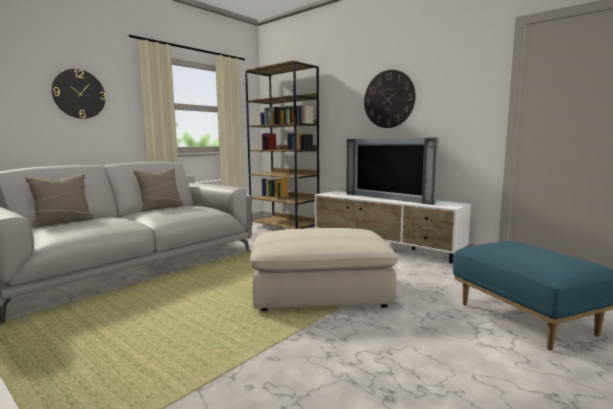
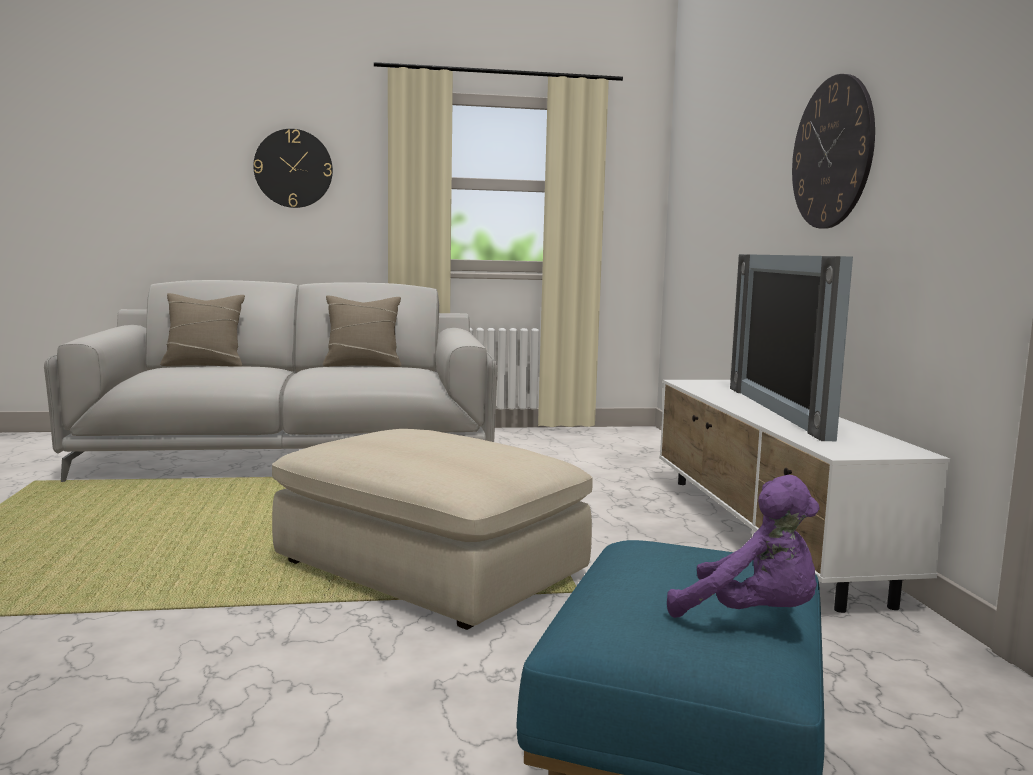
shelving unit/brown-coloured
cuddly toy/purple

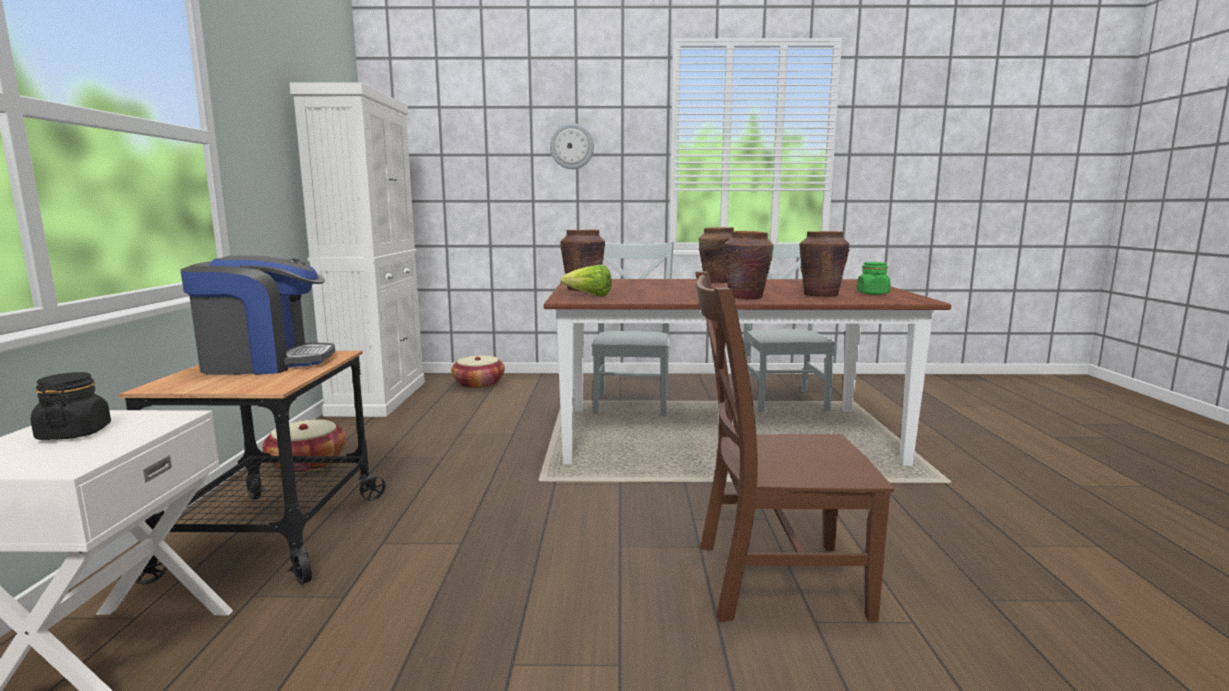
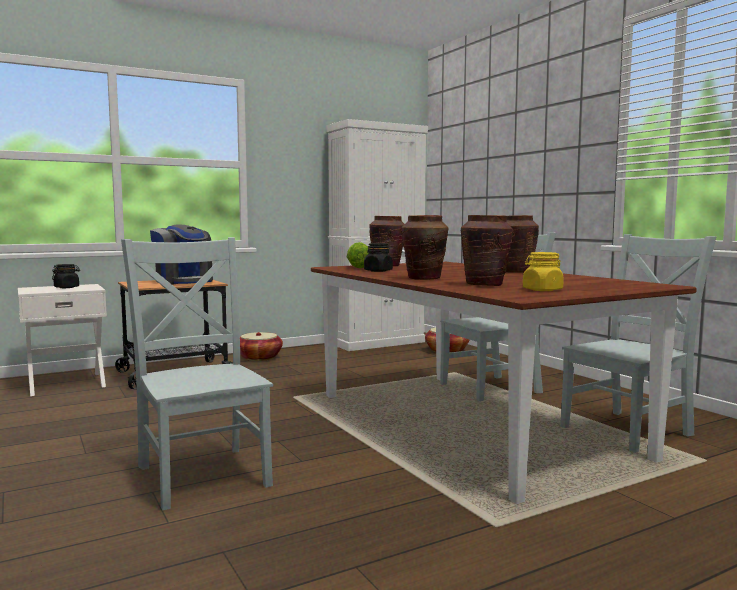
clock on the wall
storage jar/yellowish
plain chair/grey (no. 1 from left)
storage jar/black-coloured (no. 2 from left)

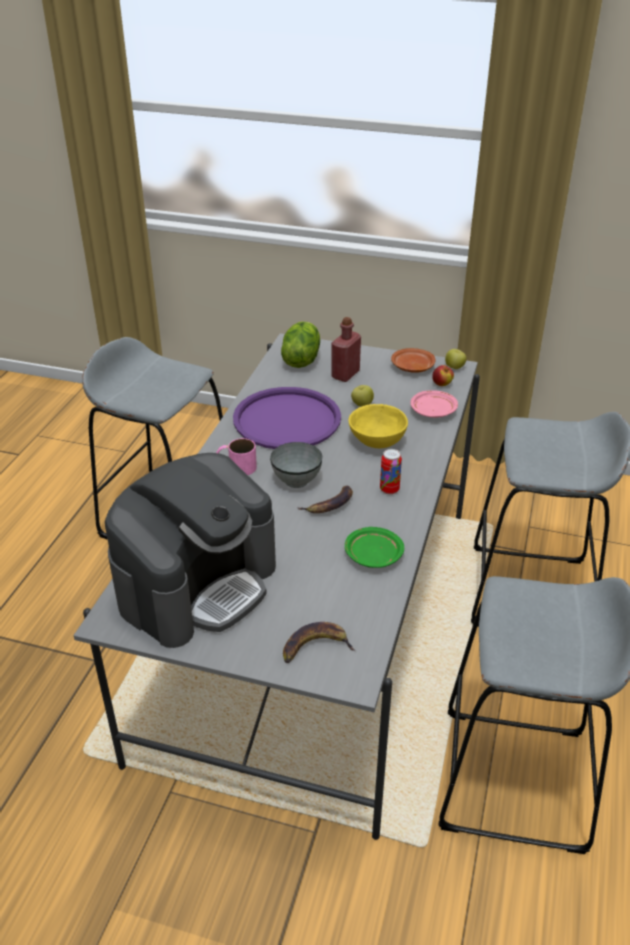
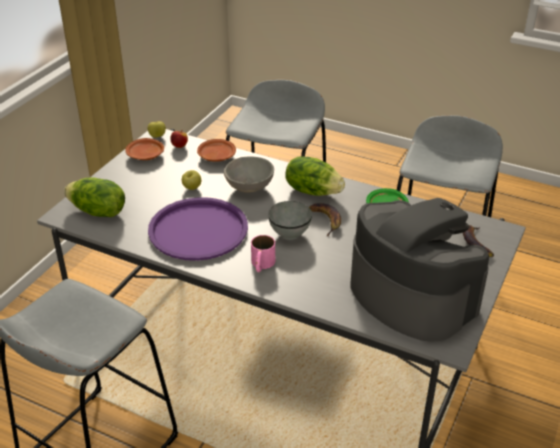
beverage bottle/red
plate/brown-coloured (no. 2 from left)
deep dish/grey (no. 1 from left)
head of lettuce (no. 2 from left)

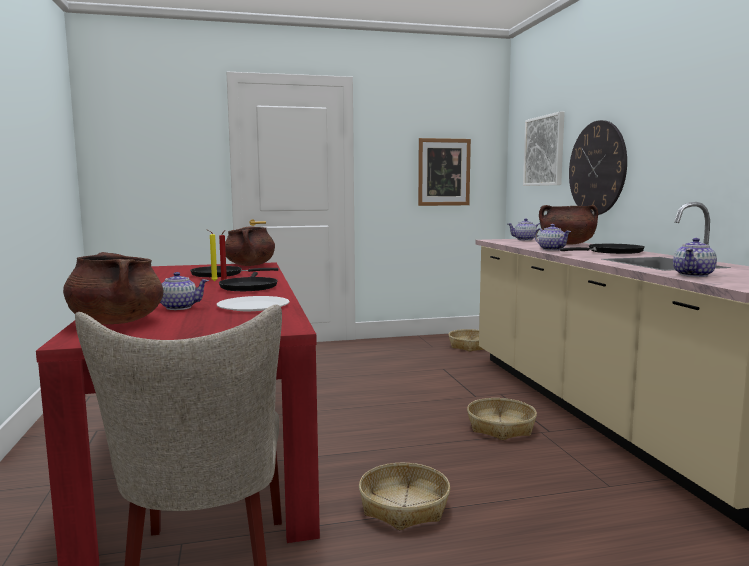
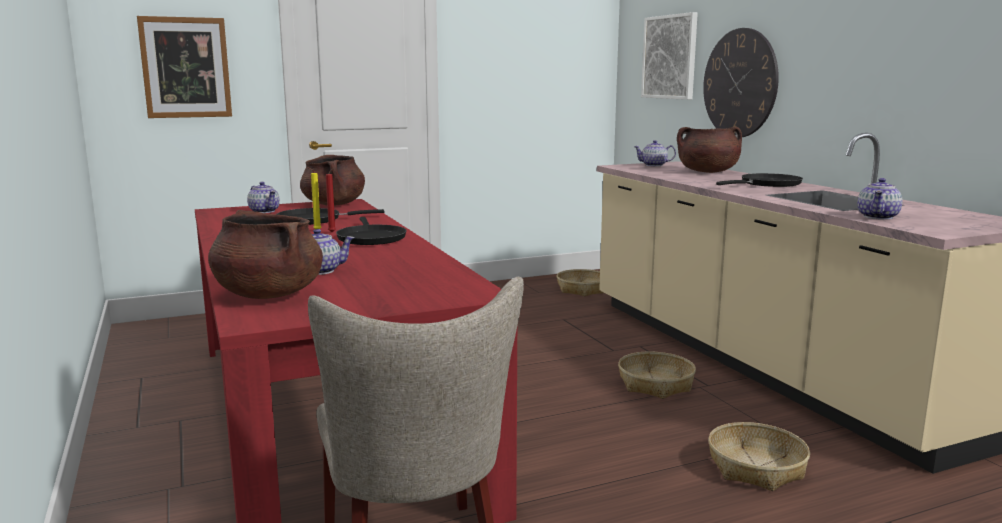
wall art (no. 1 from left)
teapot (no. 1 from left)
plate/white
storage basket (no. 3 from left)

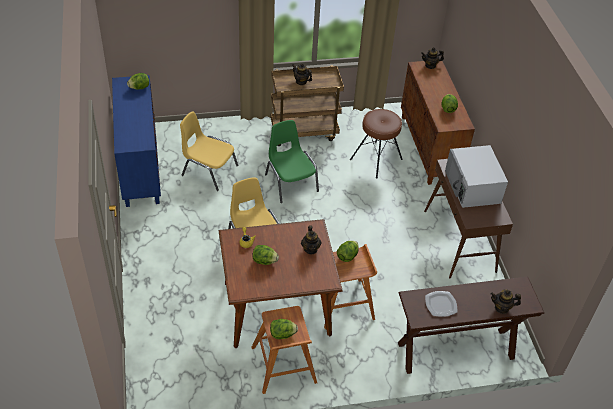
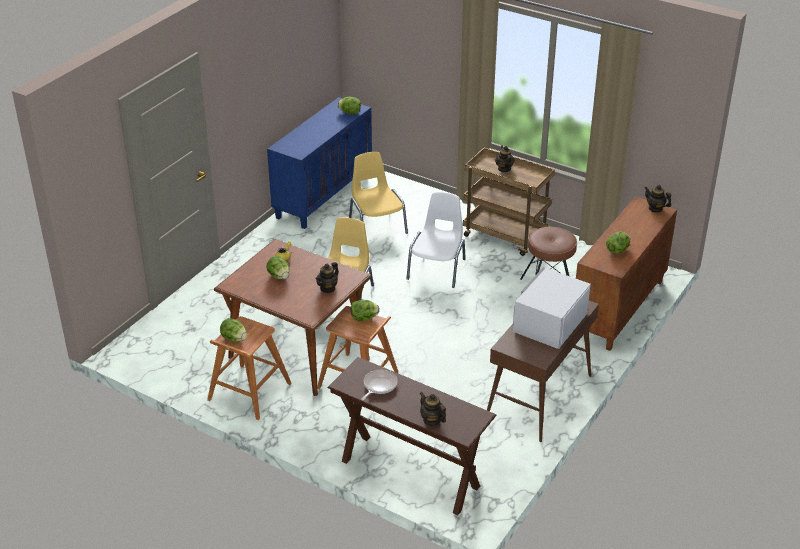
plain chair/white
skillet

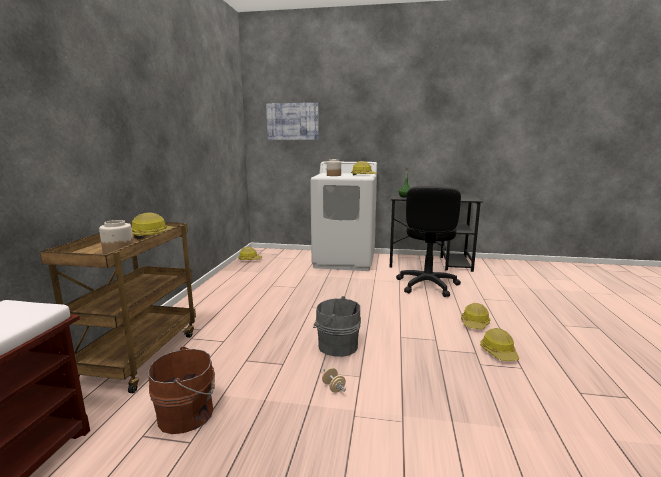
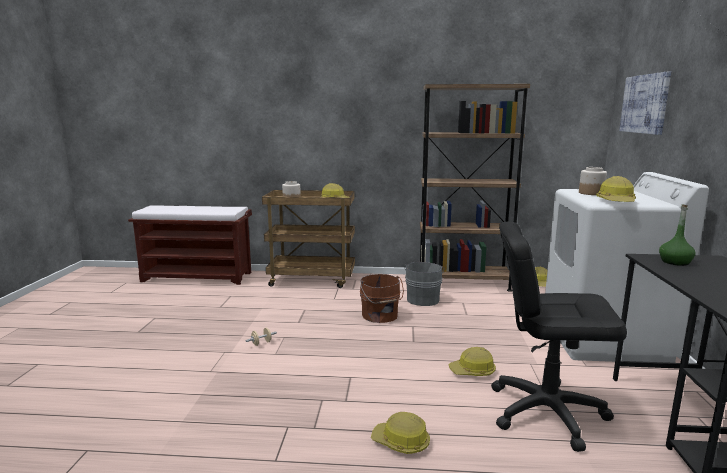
pail/grey
work helmet (no. 3 from left)
pail/brown-coloured
shelving unit/brown-coloured

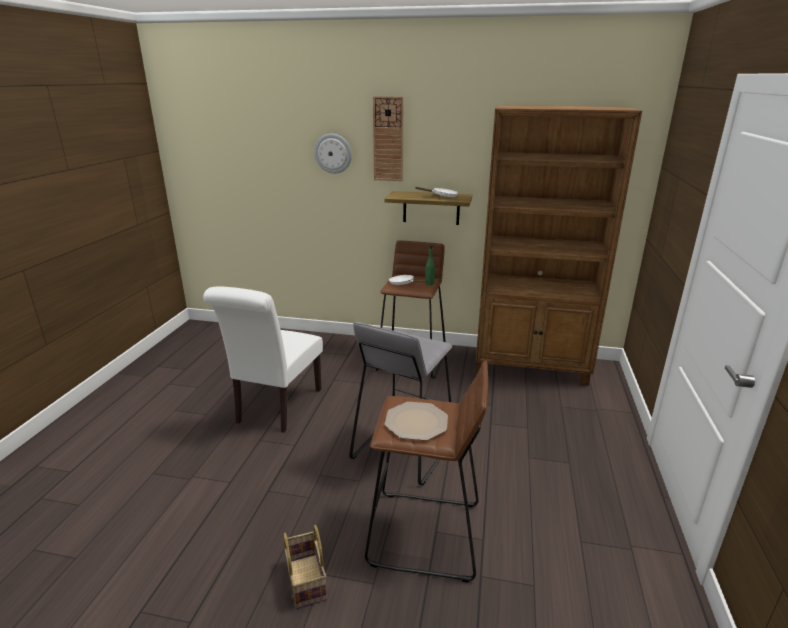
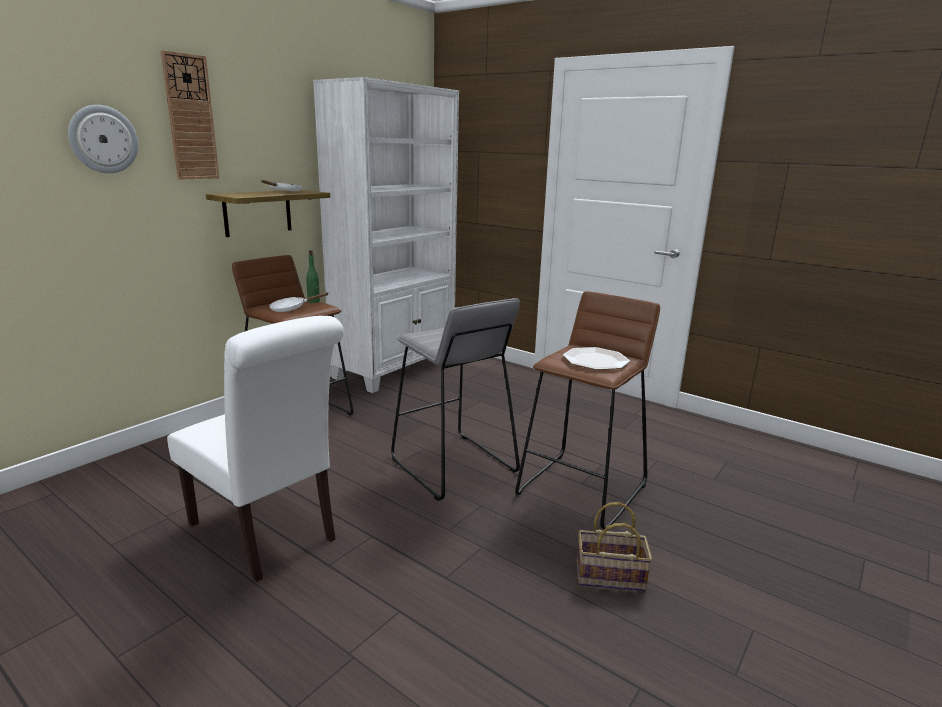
shelving unit/white

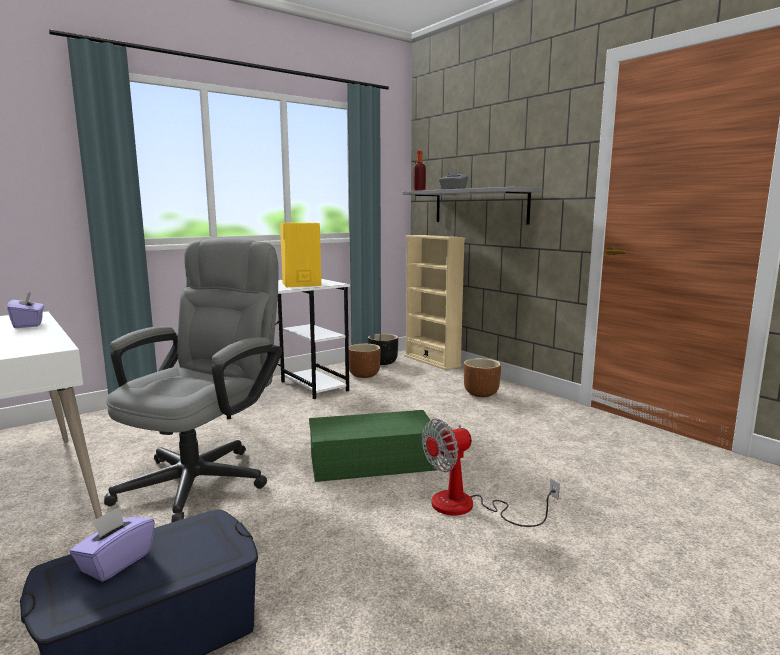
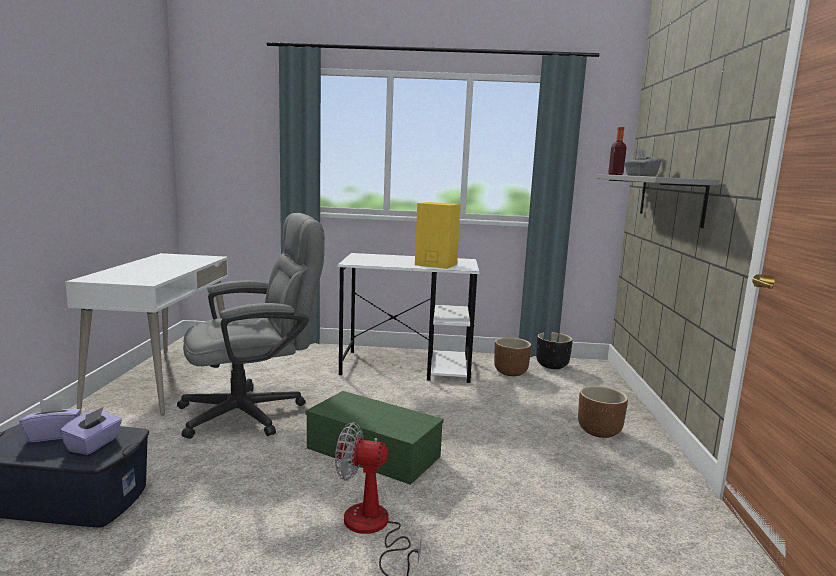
shelving unit/sand-coloured
tissue box/purple (no. 2 from left)

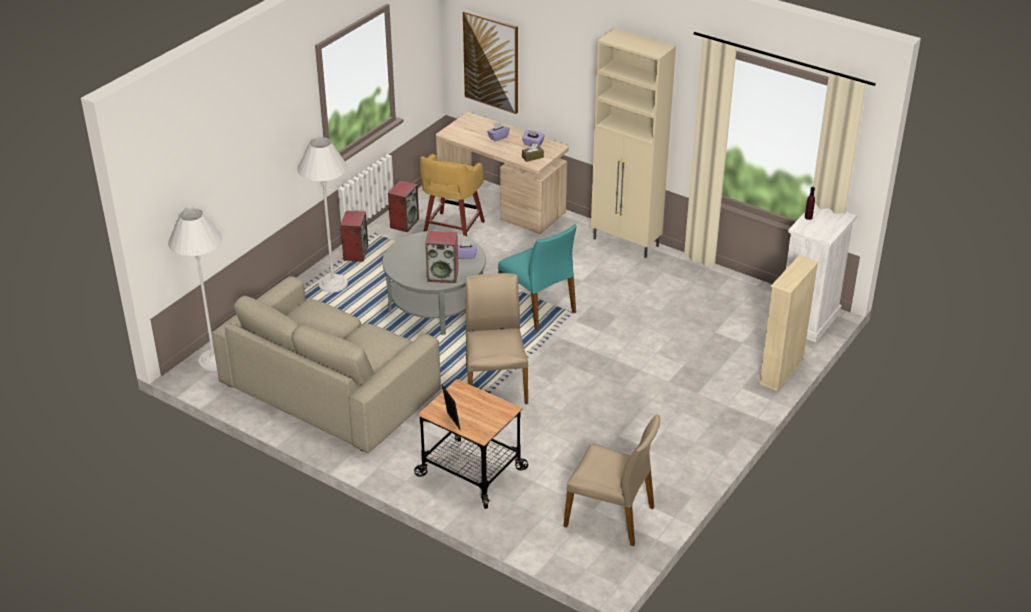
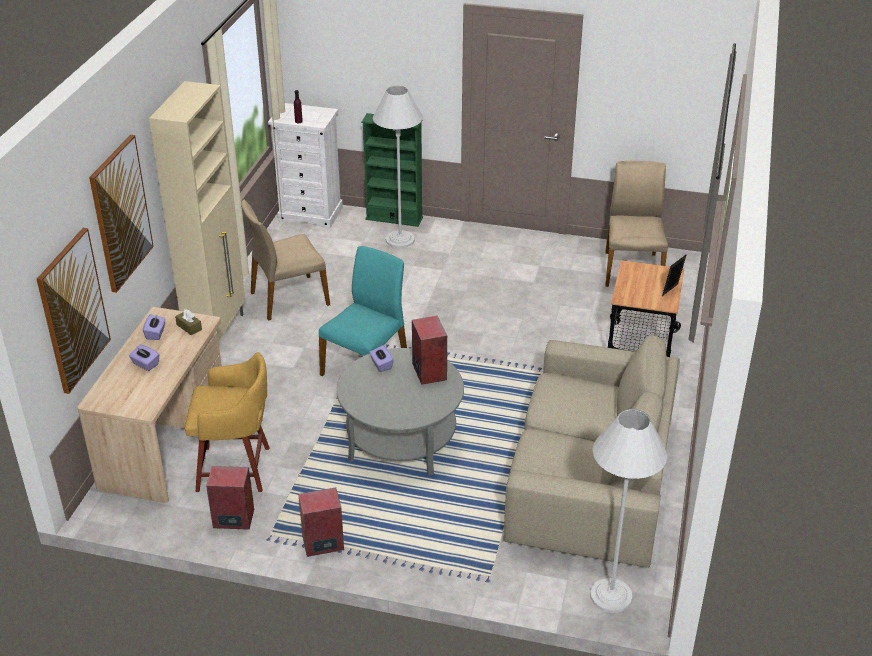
standard lamp/white (no. 1 from left)
shelving unit/green
plain chair/sand-coloured (no. 1 from left)
wall art (no. 2 from left)

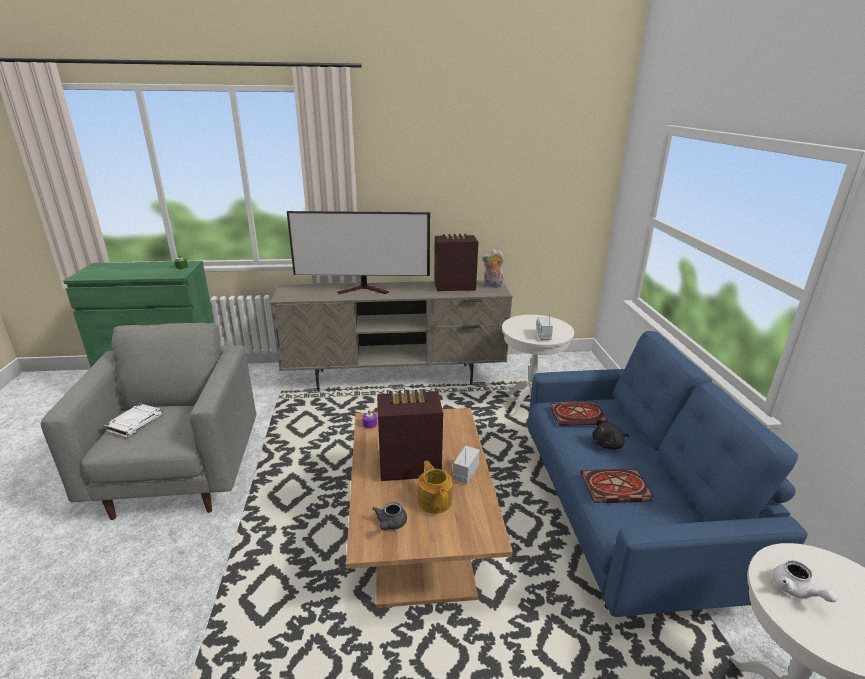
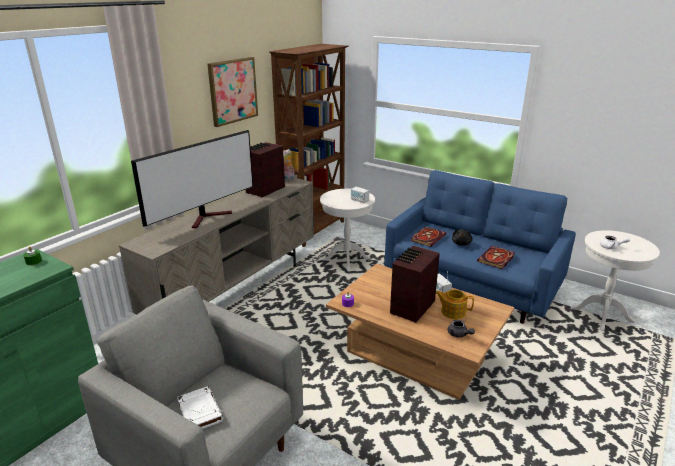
shelving unit/brown-coloured
wall art

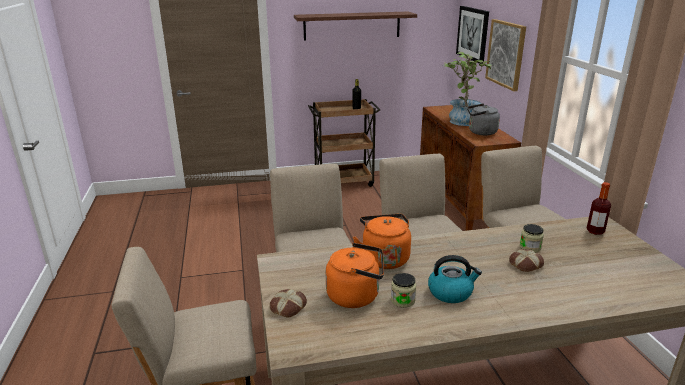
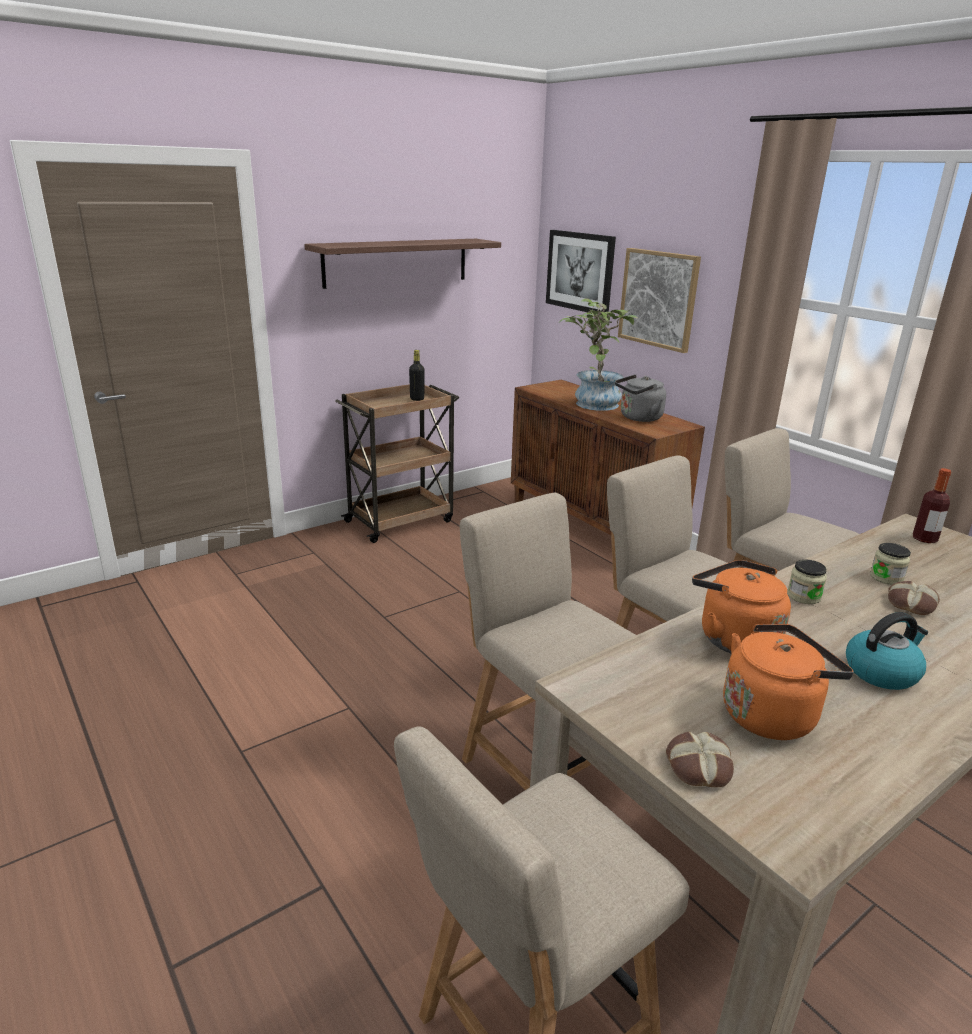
storage jar (no. 1 from left)

